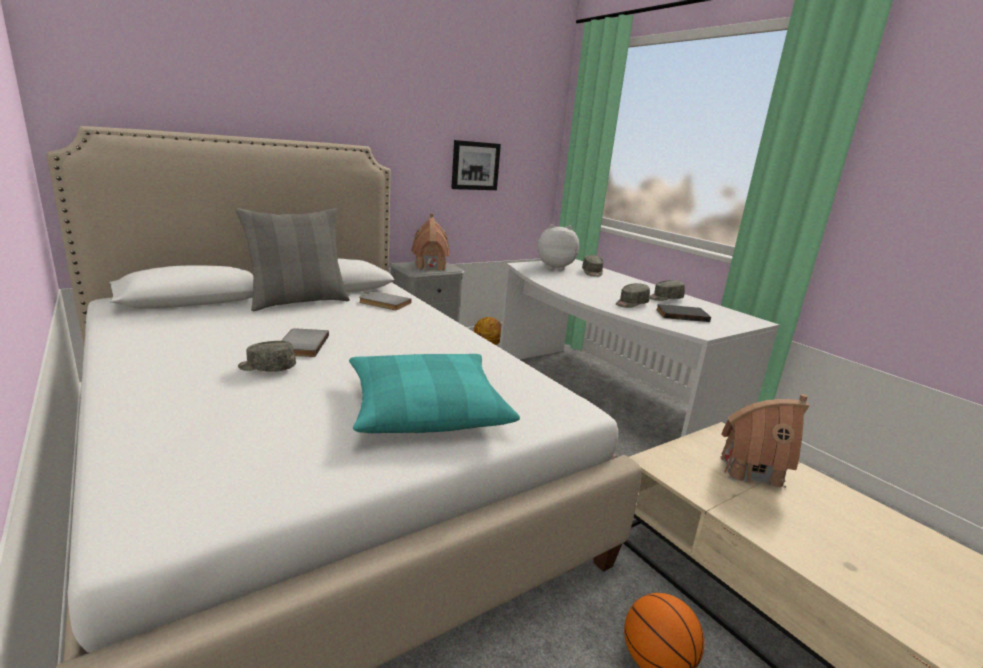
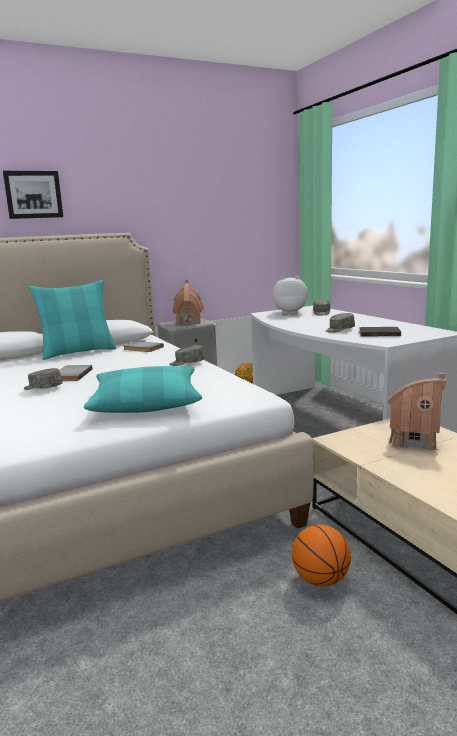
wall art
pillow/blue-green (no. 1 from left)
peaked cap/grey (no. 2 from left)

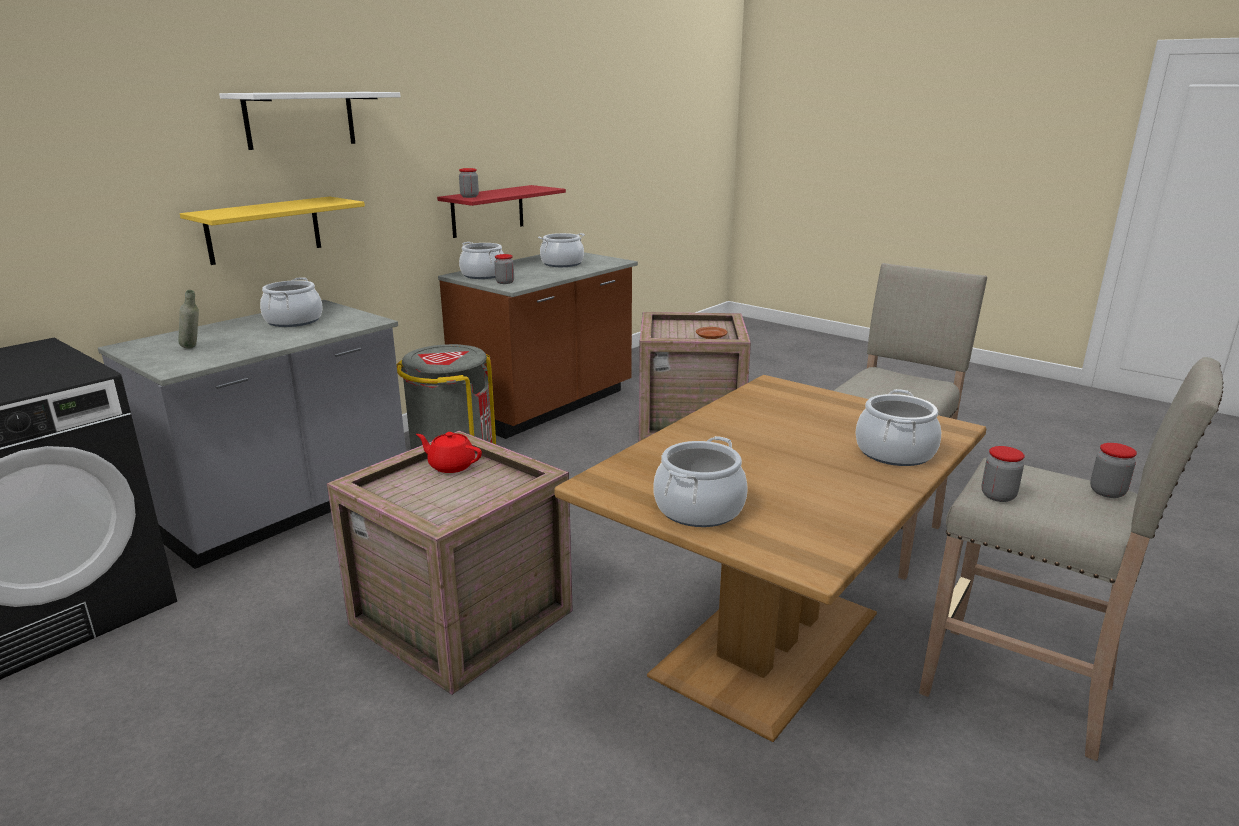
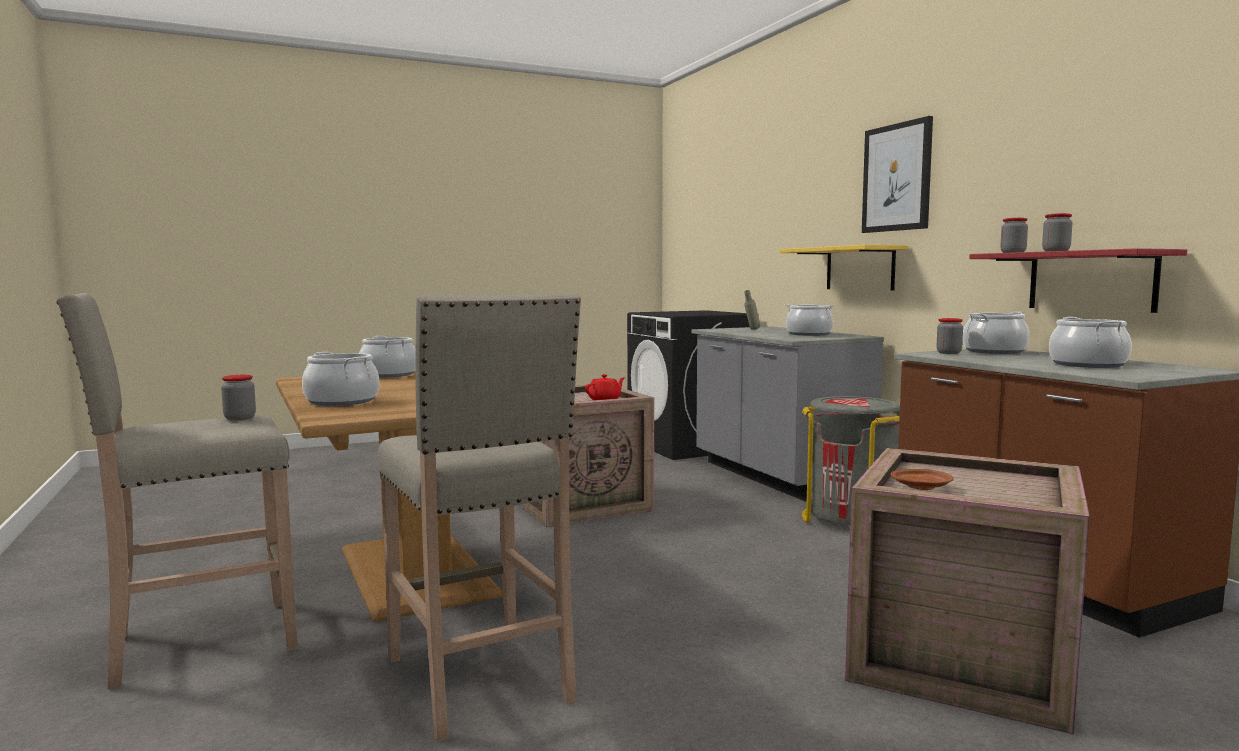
wall art
storage jar (no. 4 from left)

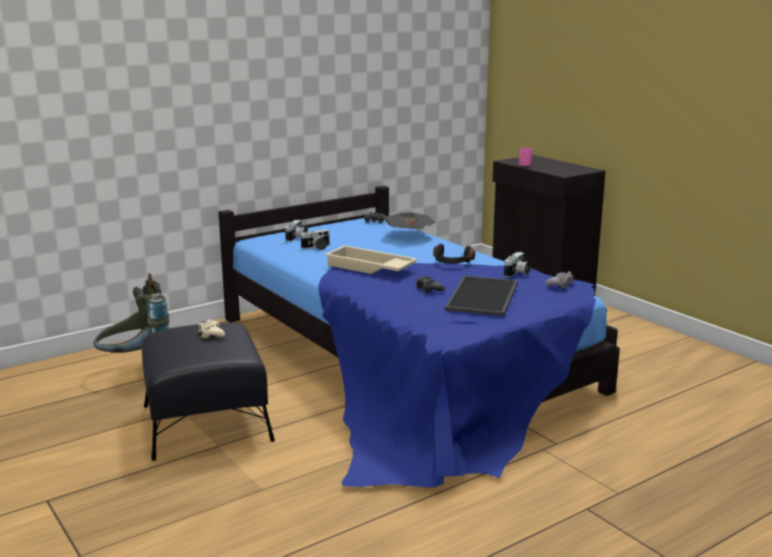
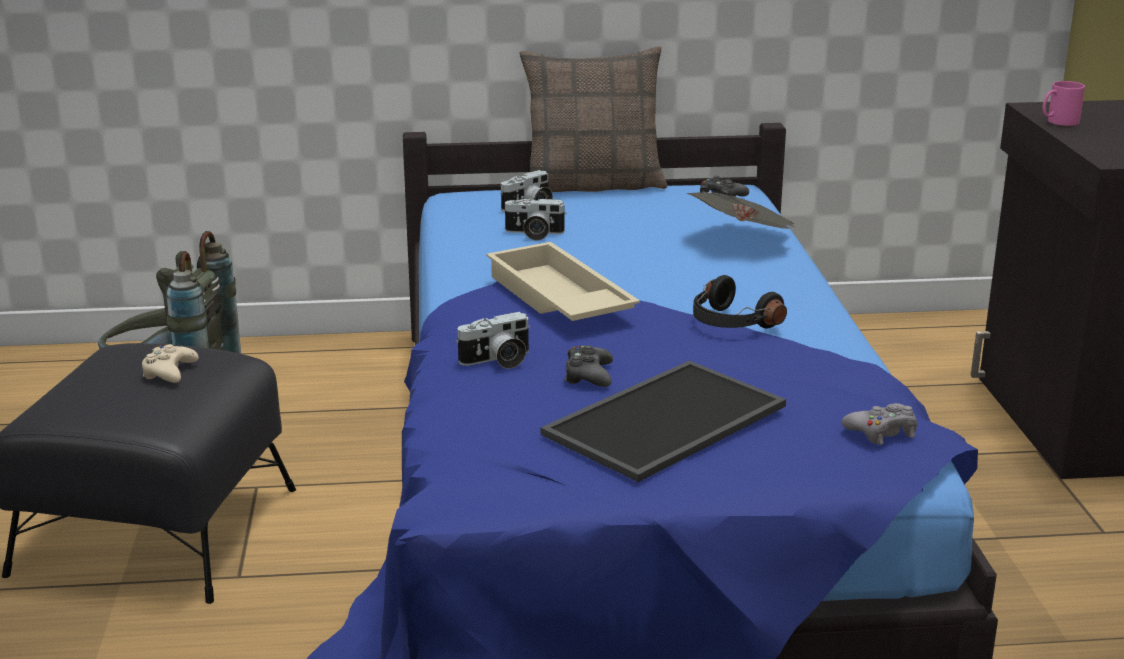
photo camera (no. 1 from left)
pillow

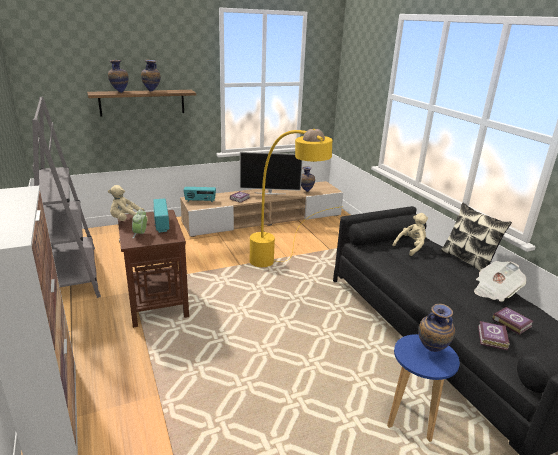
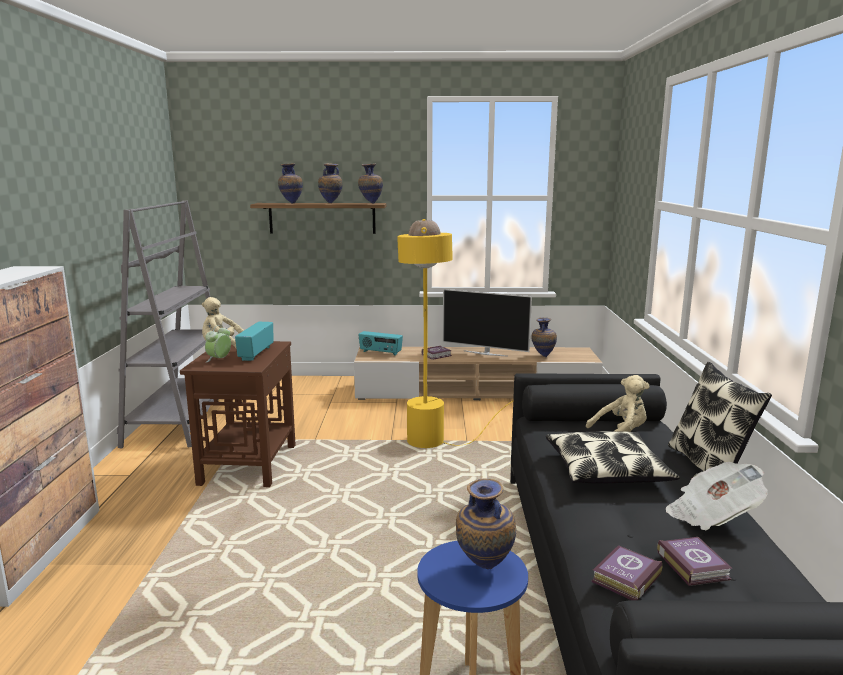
vase (no. 3 from left)
pillow (no. 1 from left)

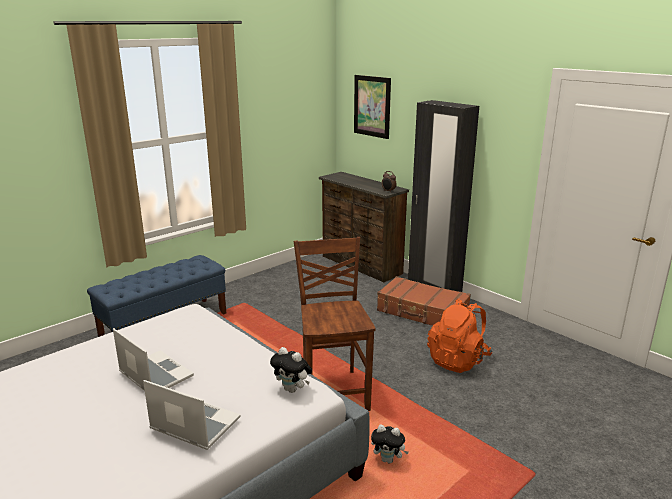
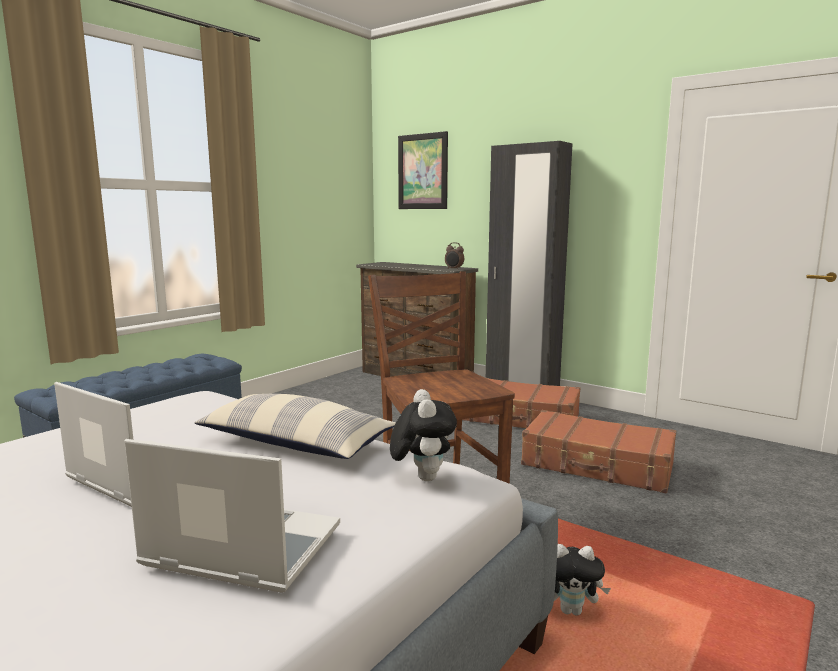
suitcase/brown-coloured (no. 2 from left)
cuddly toy (no. 1 from left)
pillow

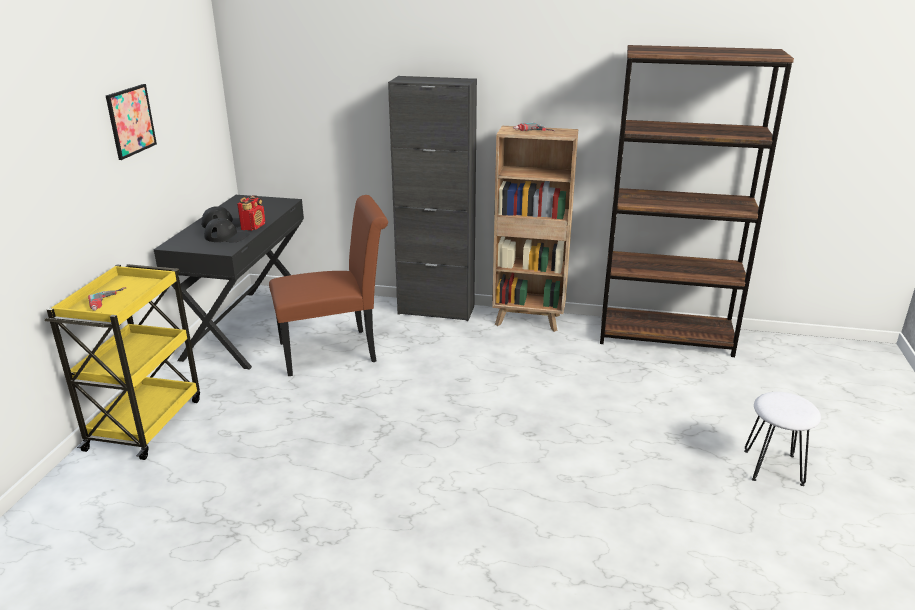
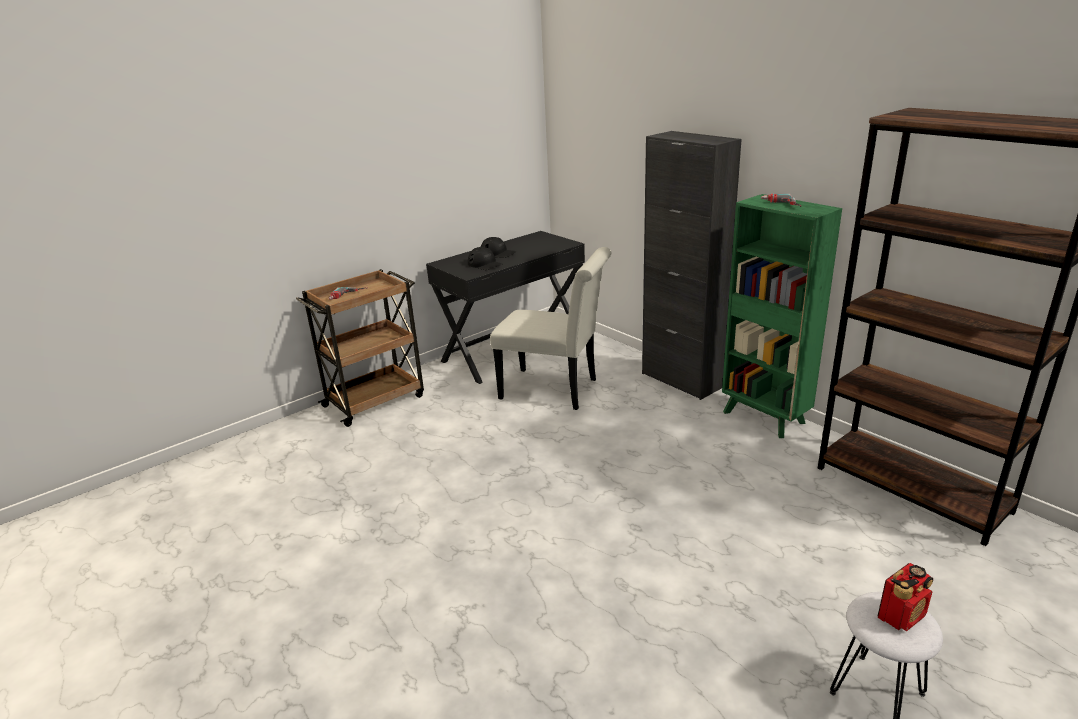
wall art
shelving unit/green
radio receiver
plain chair/white
wheeled cart/brown-coloured

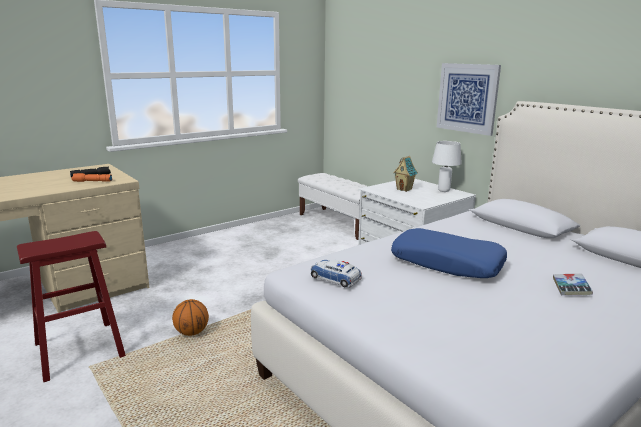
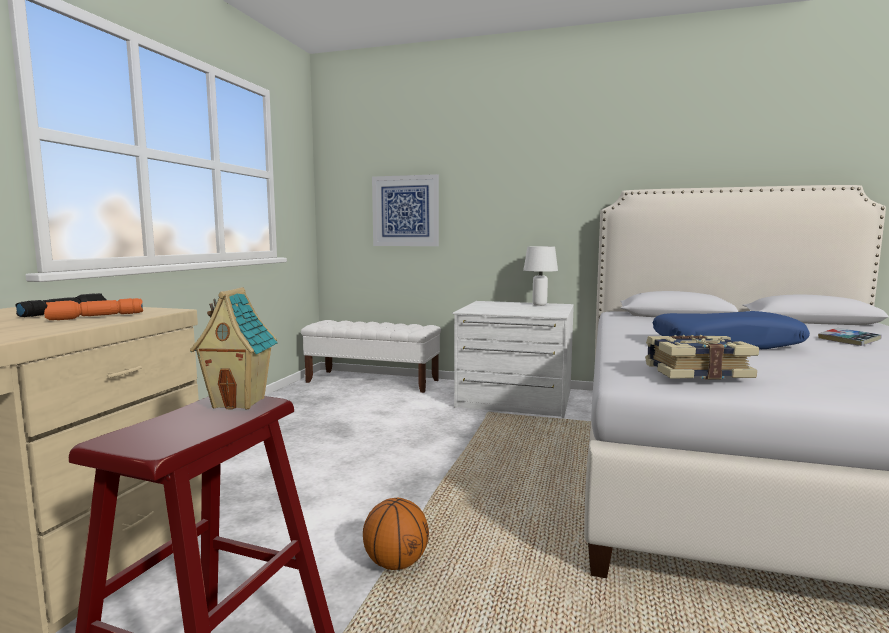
wall art
model house
volume (no. 1 from left)

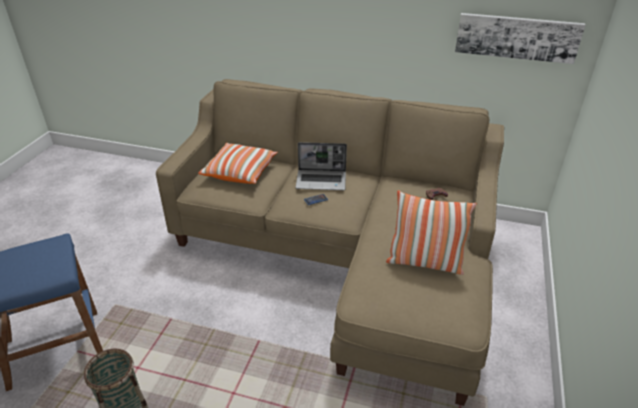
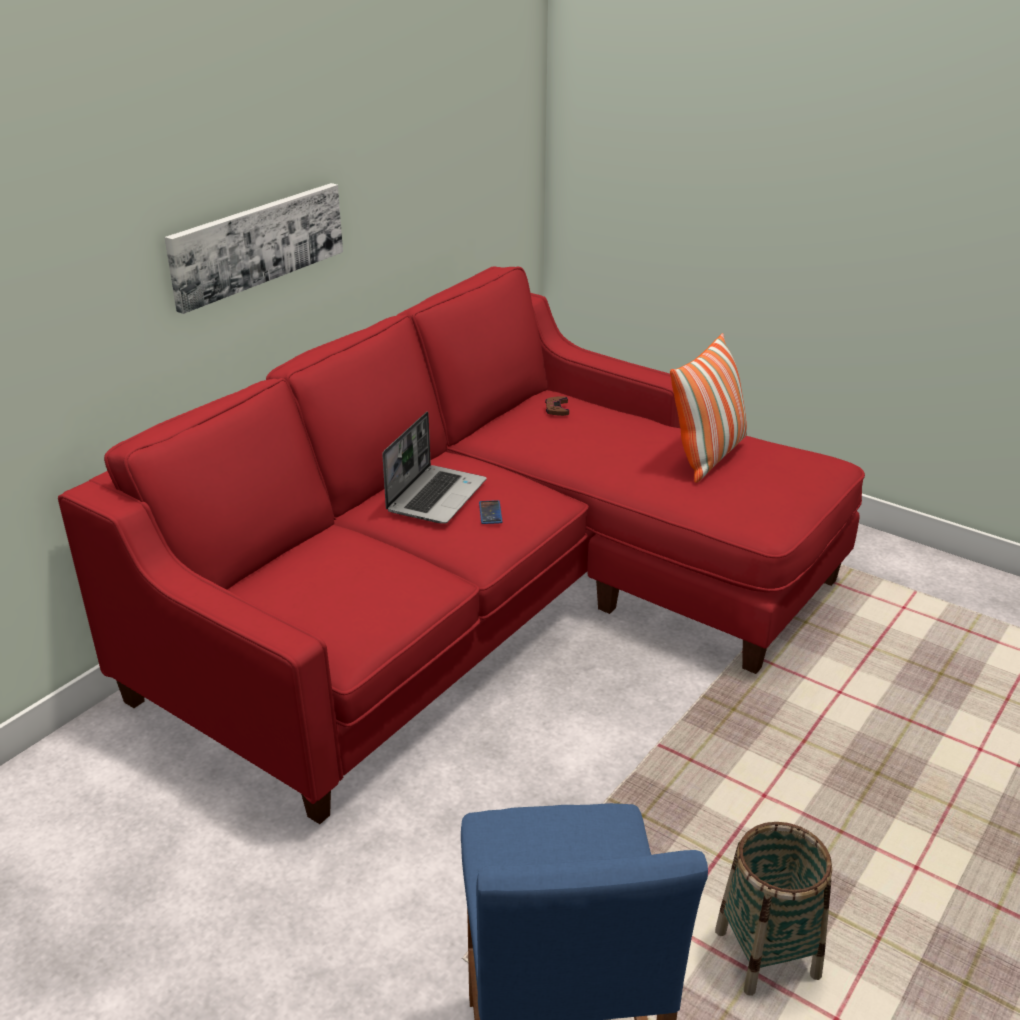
wall art
sofa/red
pillow (no. 1 from left in the first image)

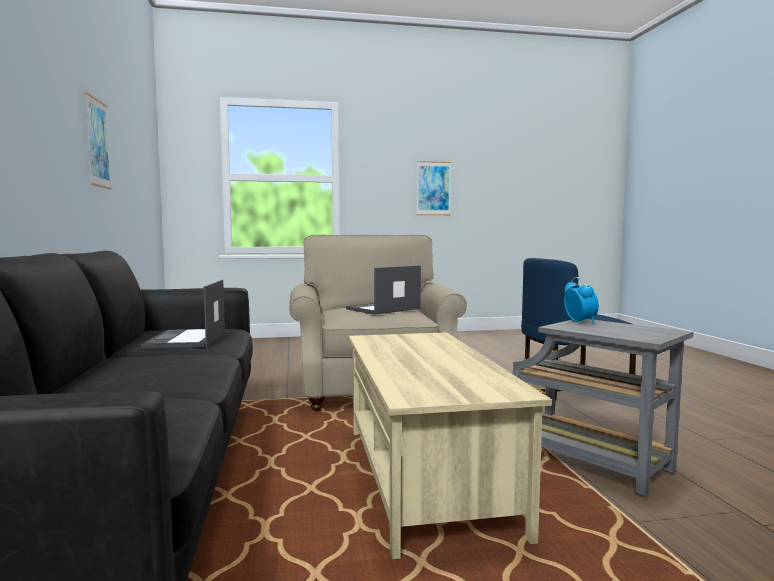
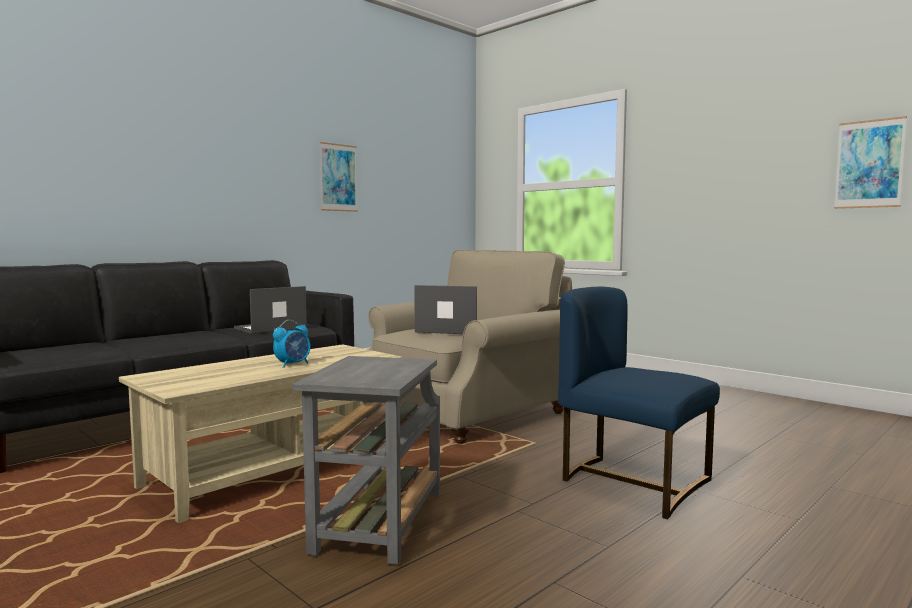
wall art (no. 2 from left)
bedside clock

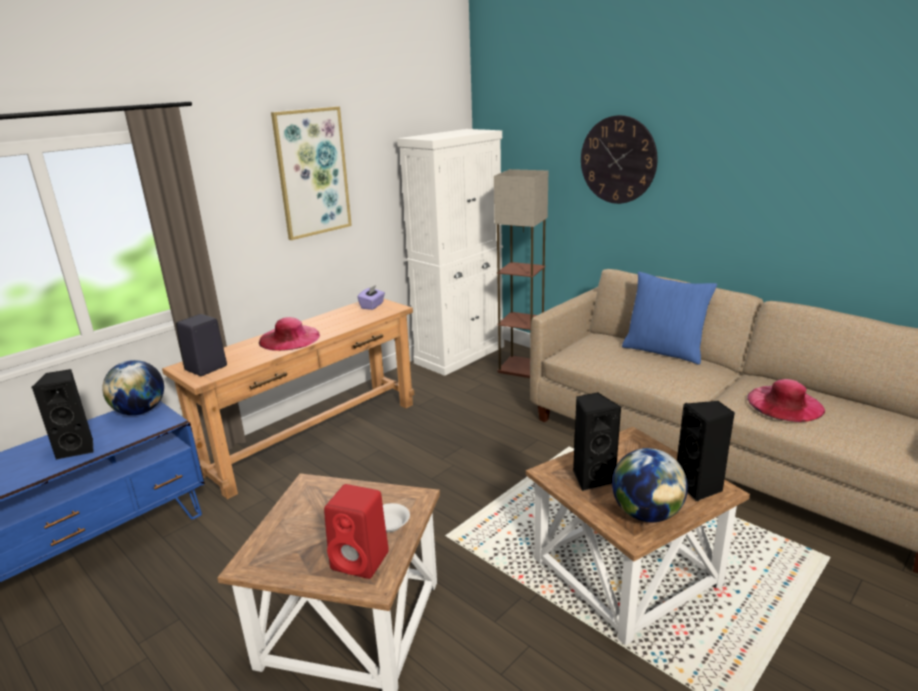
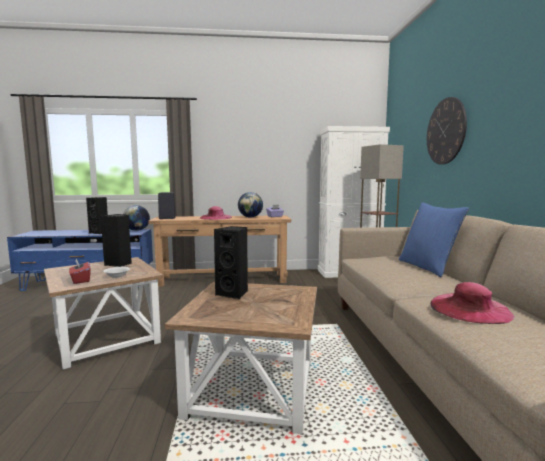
wall art
loudspeaker/black-coloured (no. 2 from left)
world globe (no. 2 from left)
tissue box/red

